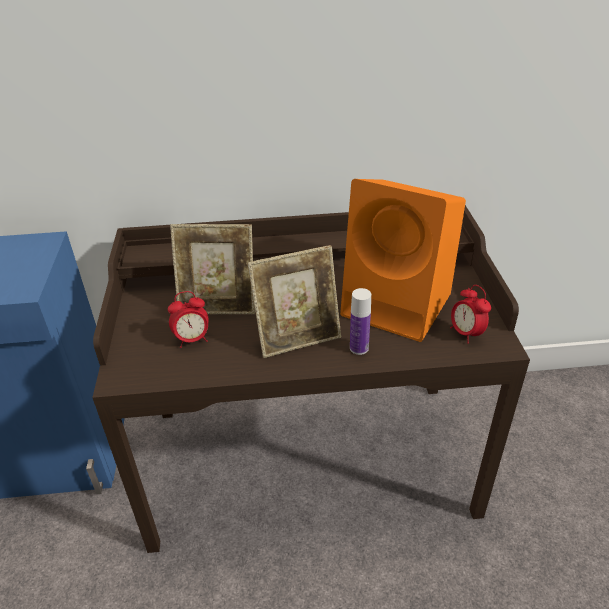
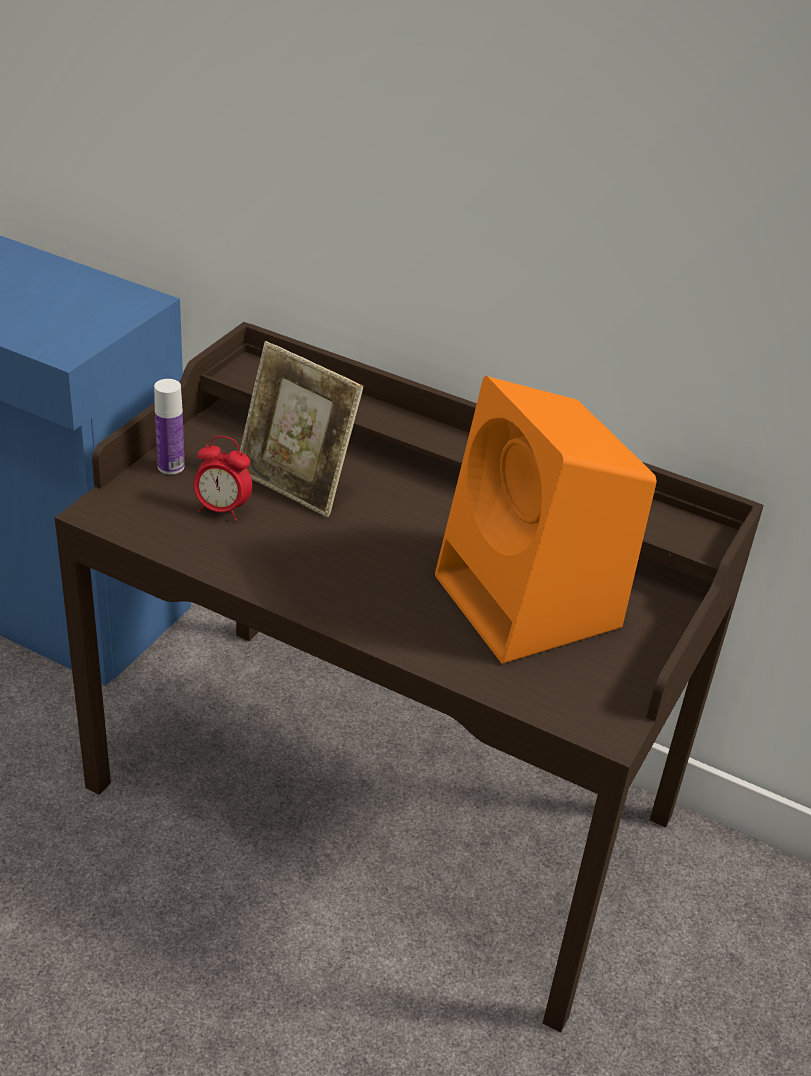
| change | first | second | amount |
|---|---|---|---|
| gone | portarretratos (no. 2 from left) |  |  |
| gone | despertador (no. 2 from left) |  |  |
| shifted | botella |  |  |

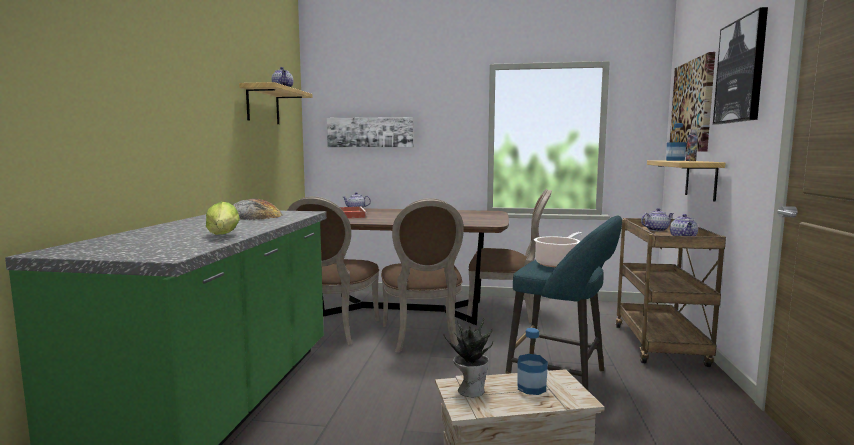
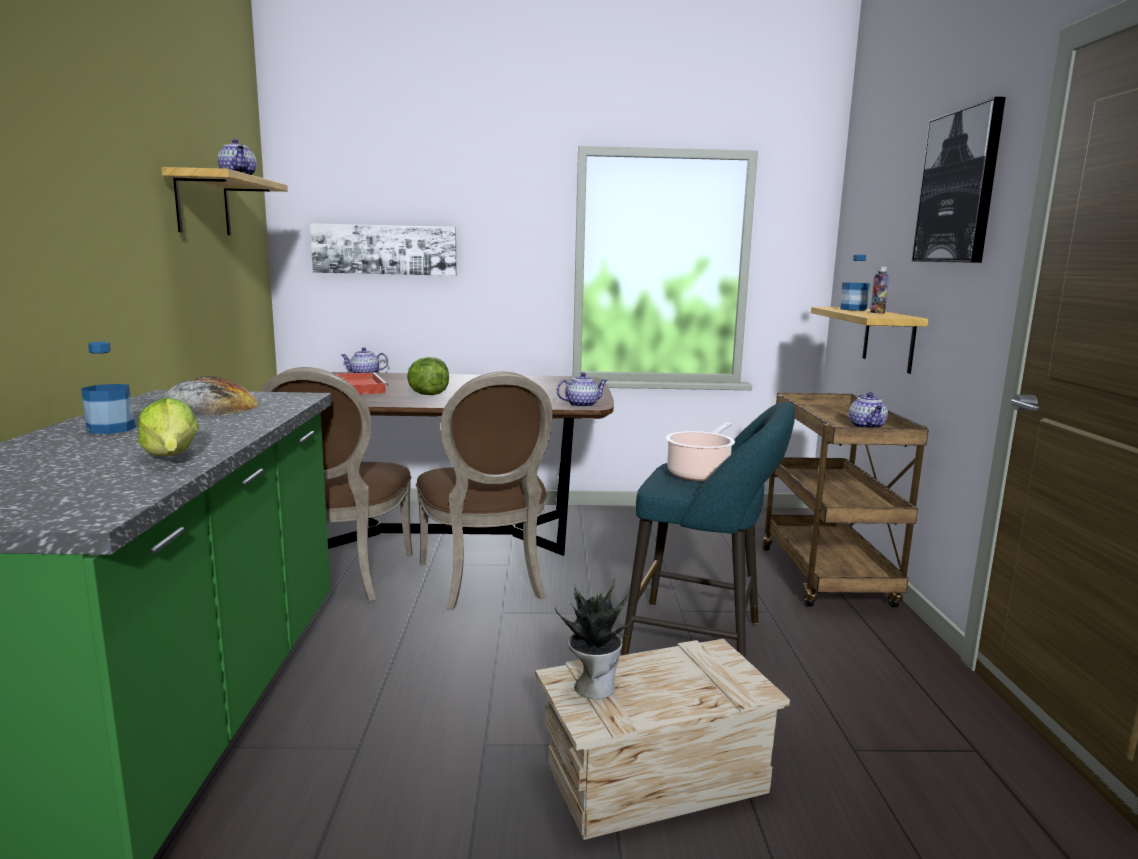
| change | first | second | amount |
|---|---|---|---|
| gone | silla [marrón] (no. 3 from left) |  |  |
| gone | cuadro (no. 2 from left) |  |  |
| new |  | lechuga (no. 2 from left) |  |
| shifted | botella (no. 1 from left) |  |  |
| shifted | tetera (no. 3 from left) |  |  |

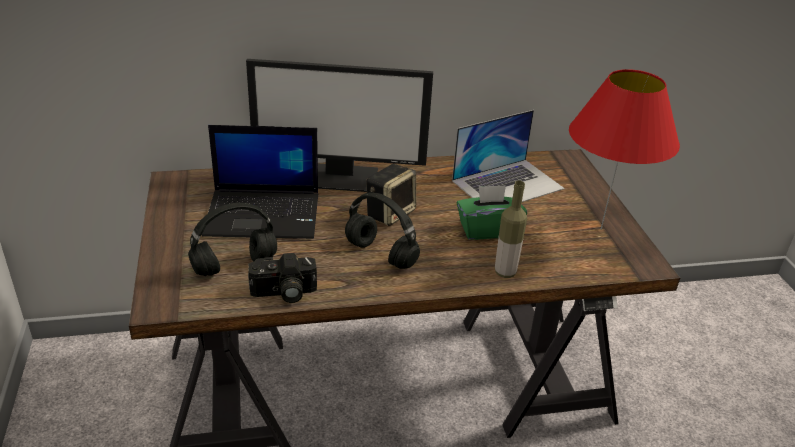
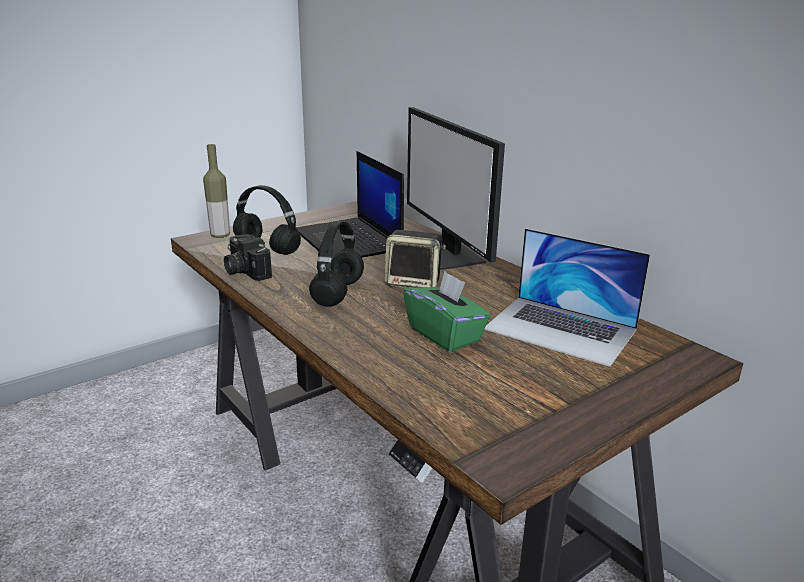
| change | first | second | amount |
|---|---|---|---|
| gone | lámpara de mesa [rojo] |  |  |
| shifted | botella |  |  |

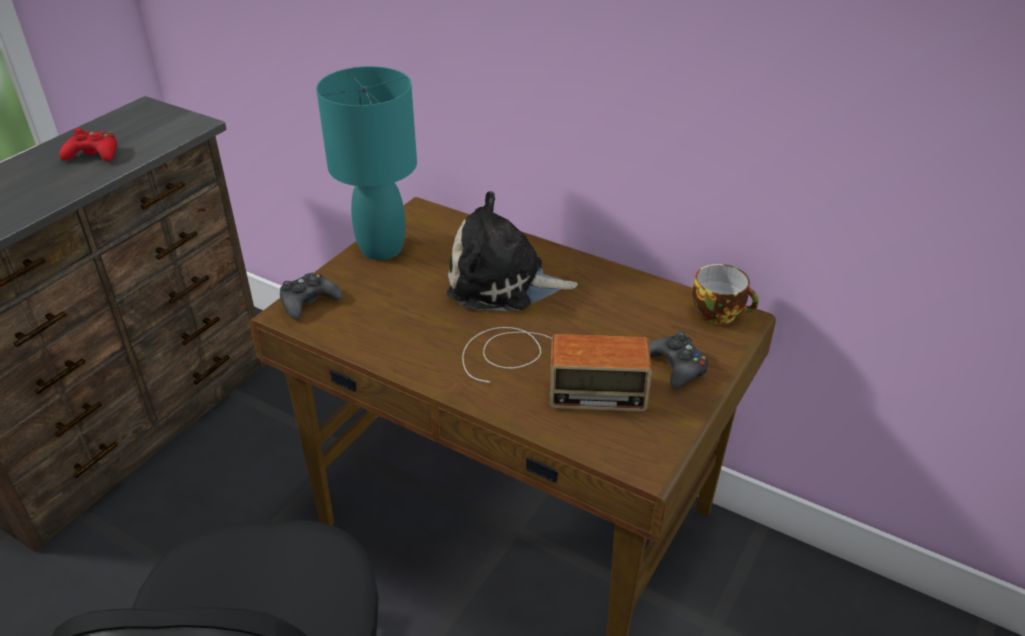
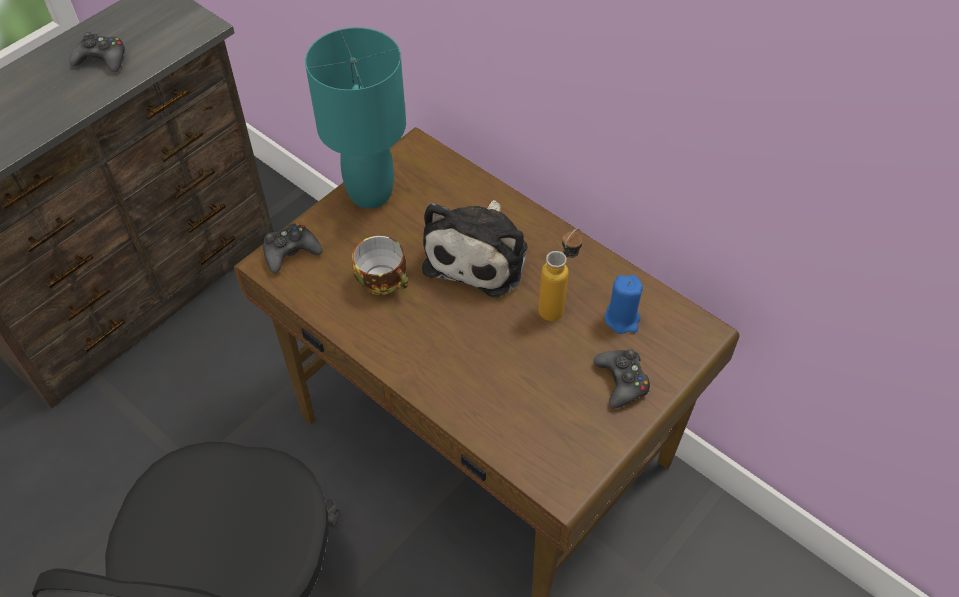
| change | first | second | amount |
|---|---|---|---|
| gone | radio |  |  |
| new |  | botella |  |
| new |  | vela [azul] |  |
| shifted | taza |  |  |
| repainted | mando de consola [rojo] | mando de consola [negro] (no. 1 from left) |  |
| rotated | peluche |  | 90 degrees counterclockwise |

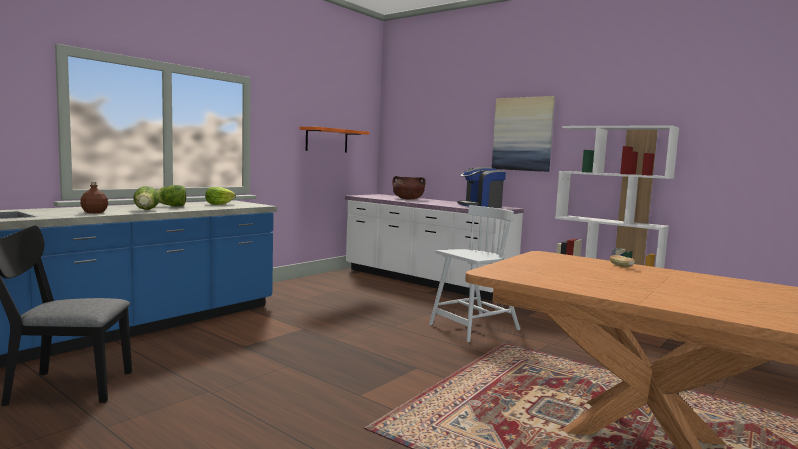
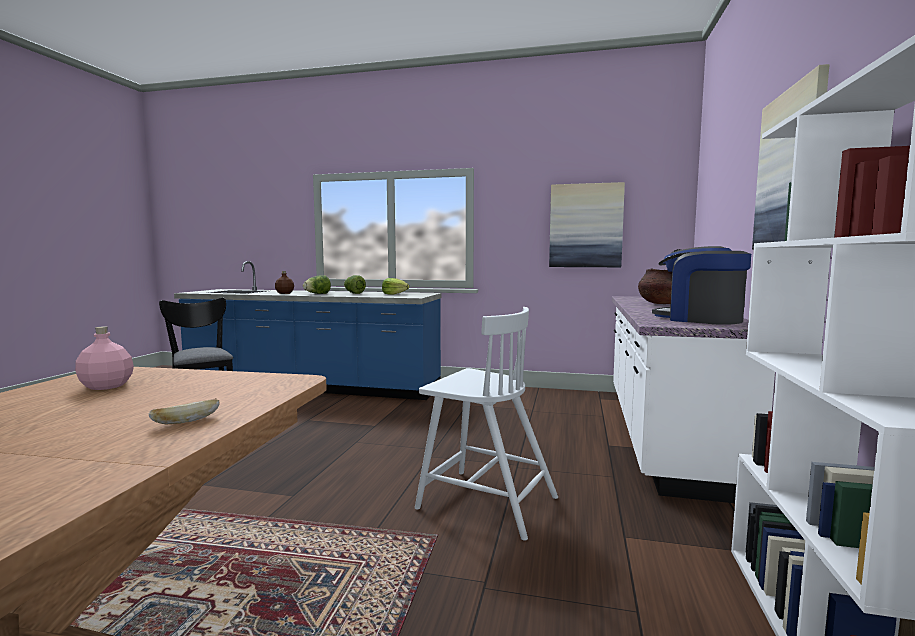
| change | first | second | amount |
|---|---|---|---|
| new |  | botella [rosa] |  |
| swapped | estante [naranja] | cuadro (no. 1 from left) |  |

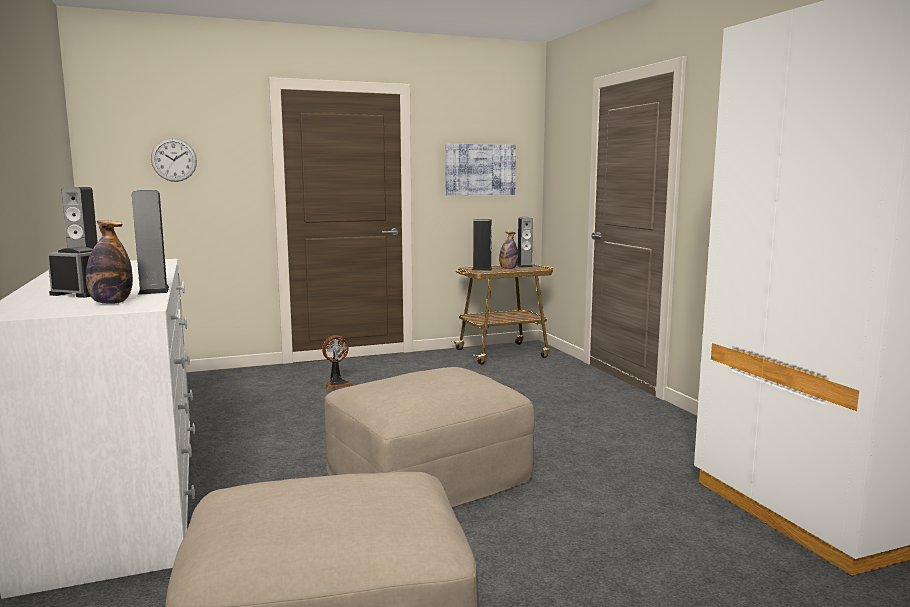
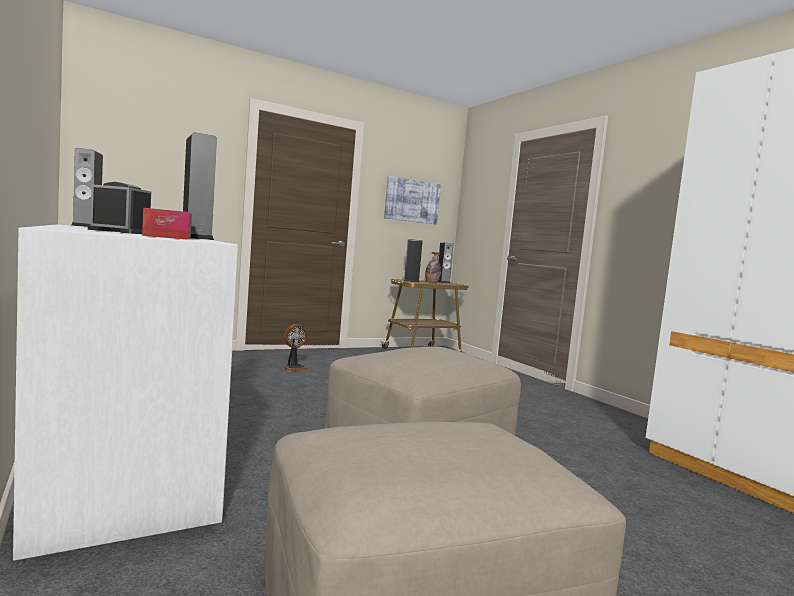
| change | first | second | amount |
|---|---|---|---|
| gone | reloj de pared |  |  |
| swapped | botella (no. 1 from left) | caja de pañuelos |  |

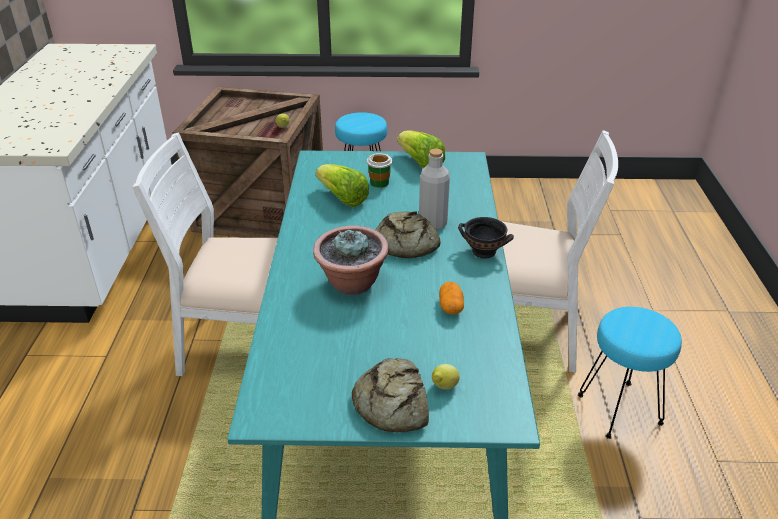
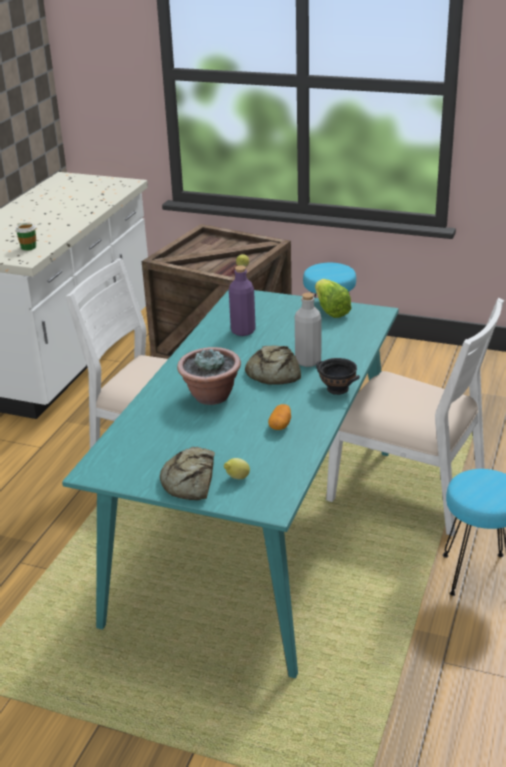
| change | first | second | amount |
|---|---|---|---|
| shifted | taza |  |  |
| swapped | lechuga (no. 1 from left) | botella [morado] |  |

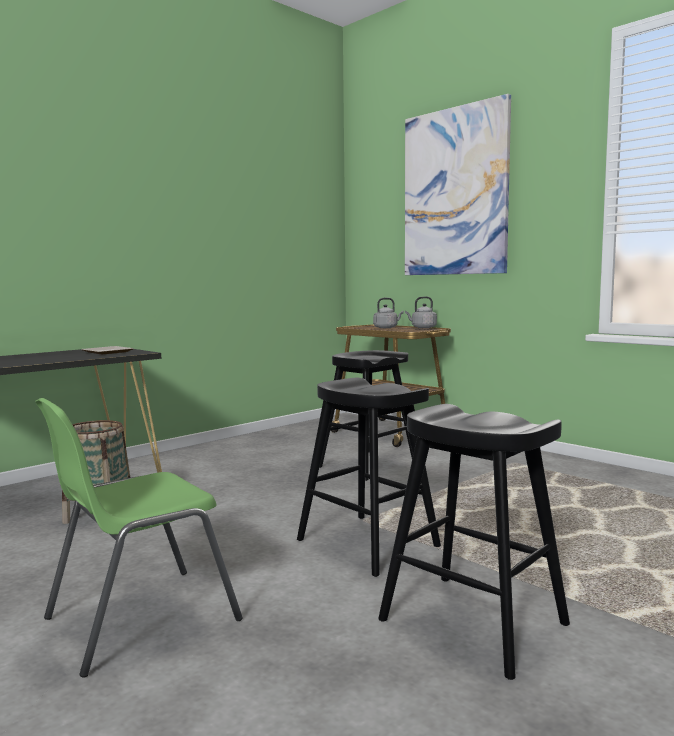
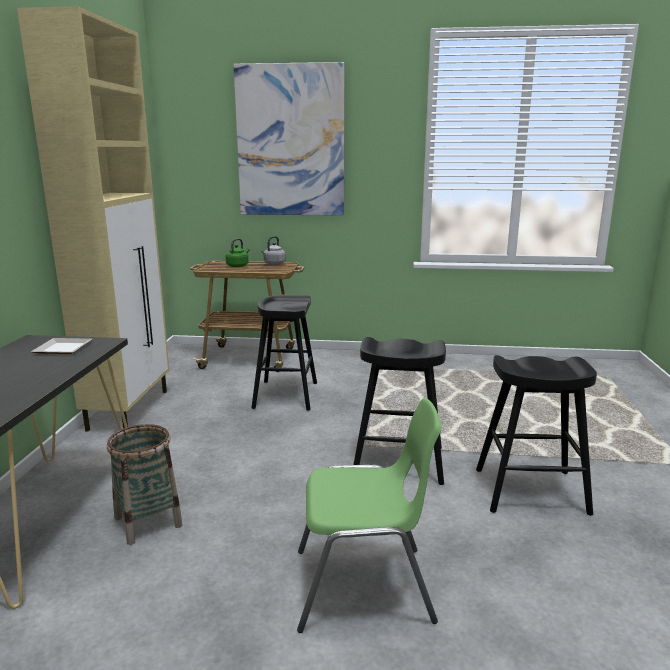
| change | first | second | amount |
|---|---|---|---|
| new |  | armario [beis] |  |
| repainted | hervidor [gris] (no. 1 from left) | hervidor [verde] |  |
| rotated | silla [verde] |  | 105 degrees counterclockwise |

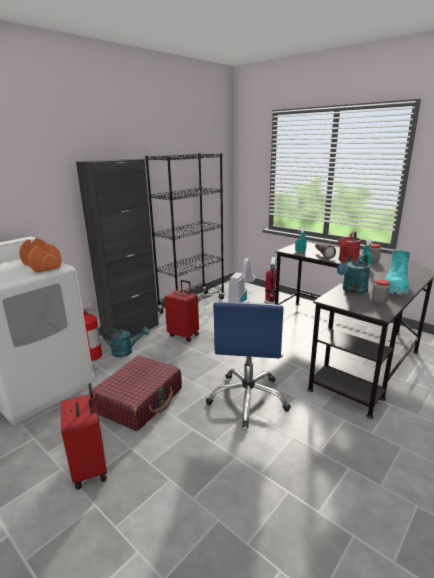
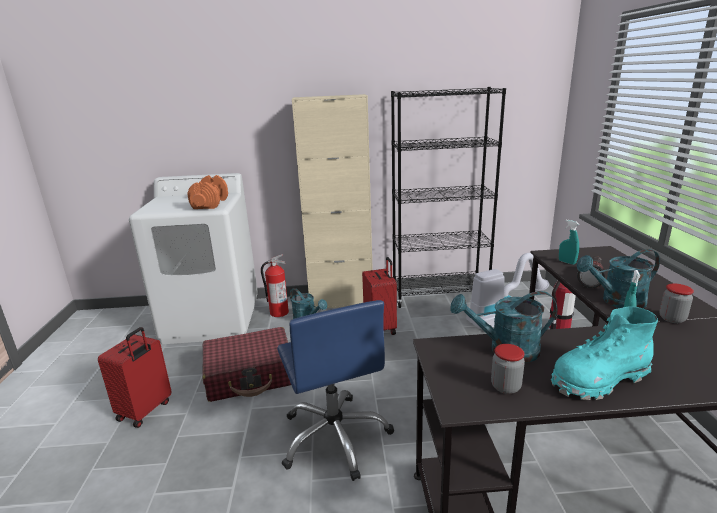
| change | first | second | amount |
|---|---|---|---|
| repainted | armario [negro] | armario [beis] |  |
| repainted | regadera [rojo] | regadera [turquesa] (no. 3 from left) |  |
| rotated | silla de oficina [azul] |  | 75 degrees counterclockwise |

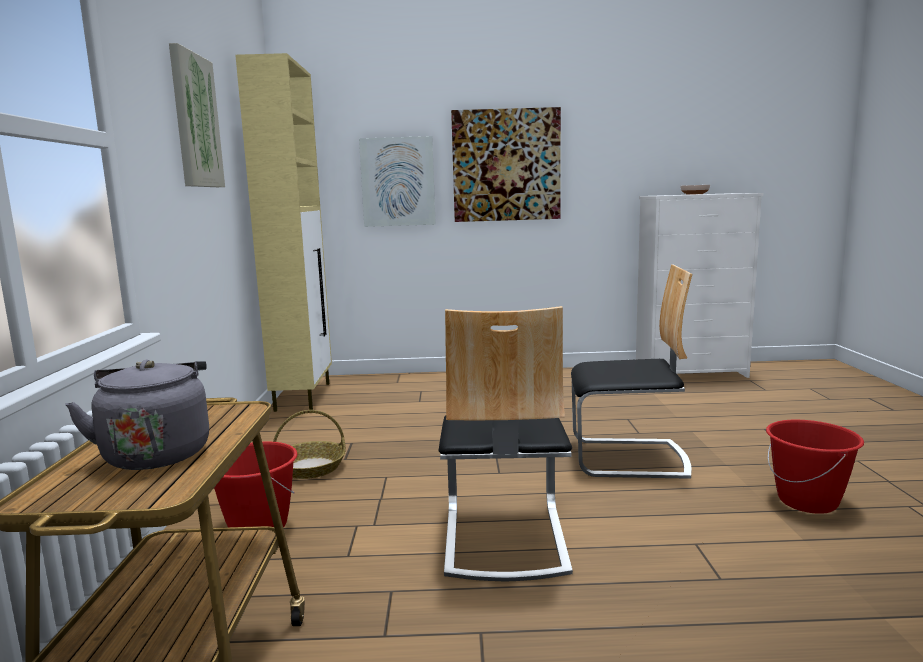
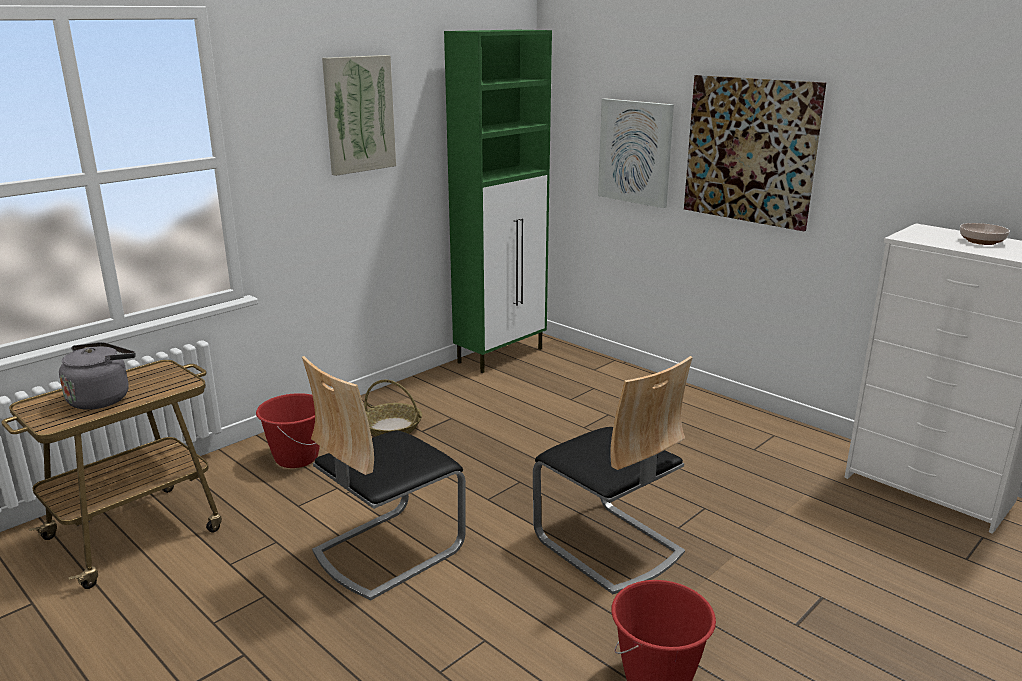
| change | first | second | amount |
|---|---|---|---|
| repainted | armario [beis] | armario [verde] |  |

